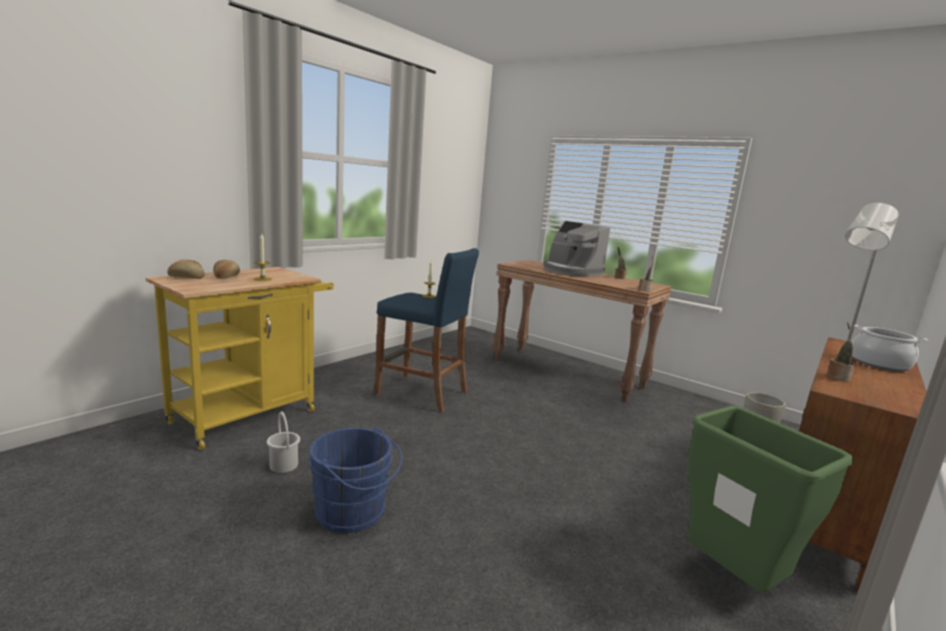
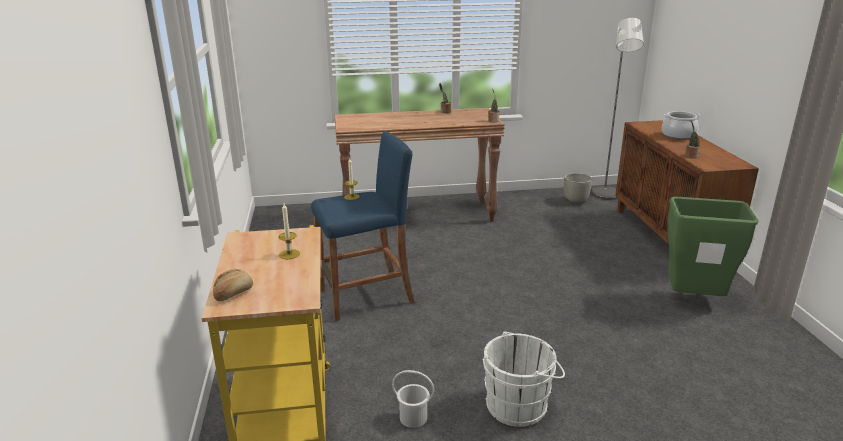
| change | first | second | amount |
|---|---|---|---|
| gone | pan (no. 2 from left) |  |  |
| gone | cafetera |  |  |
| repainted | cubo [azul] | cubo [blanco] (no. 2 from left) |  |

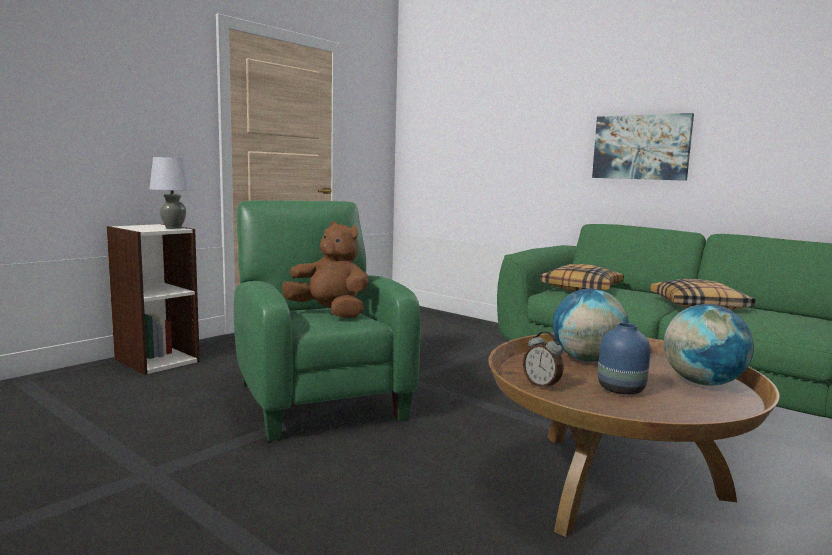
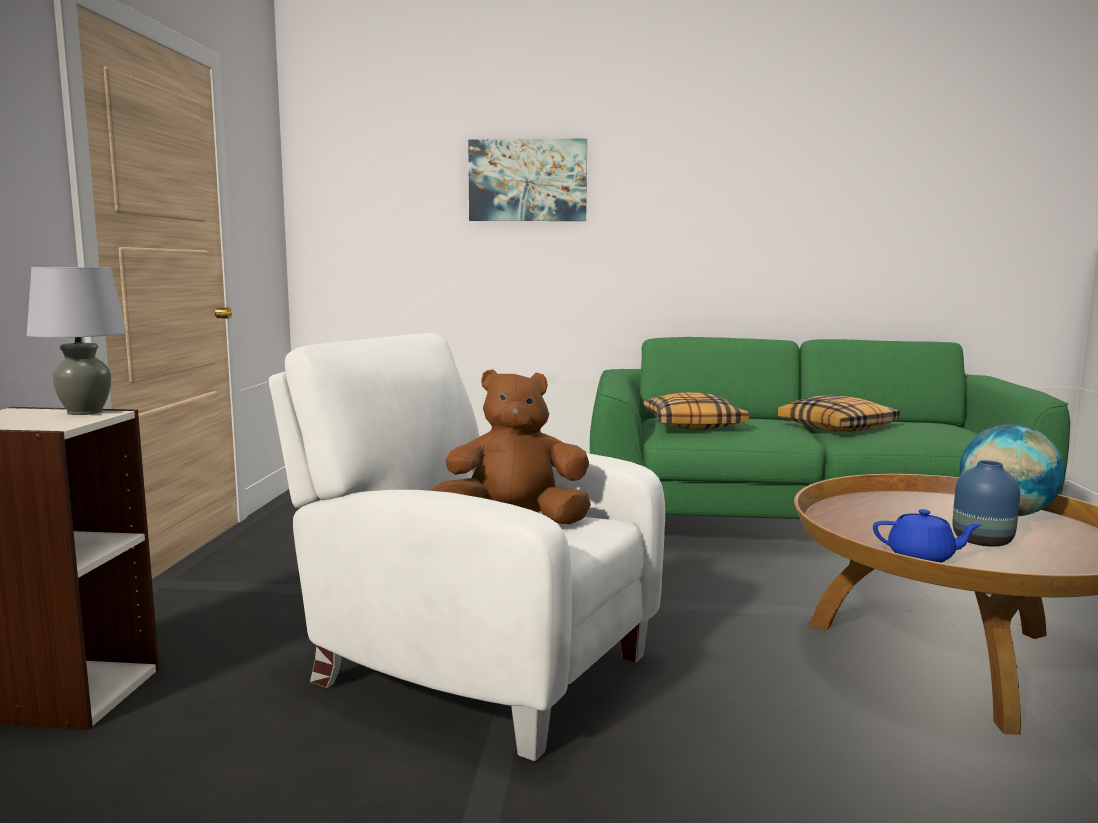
| change | first | second | amount |
|---|---|---|---|
| gone | globo terráqueo (no. 1 from left) |  |  |
| shifted | cuadro |  |  |
| swapped | despertador | tetera [azul] |  |
| repainted | sillón [verde] | sillón [blanco] |  |

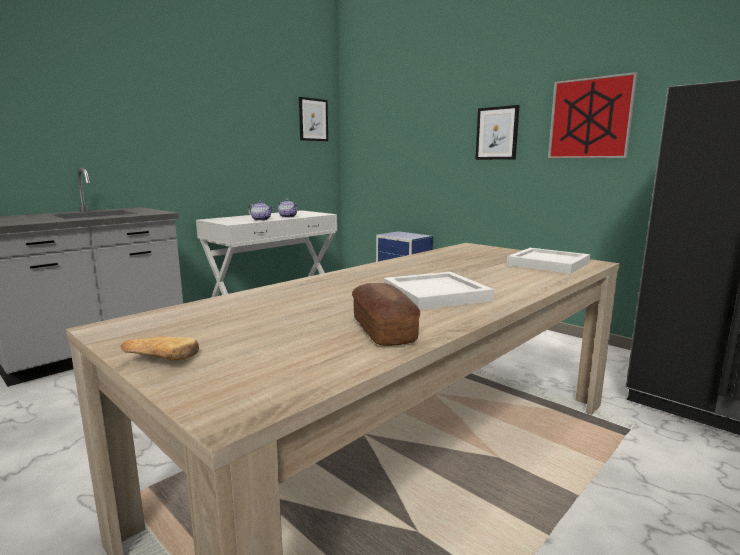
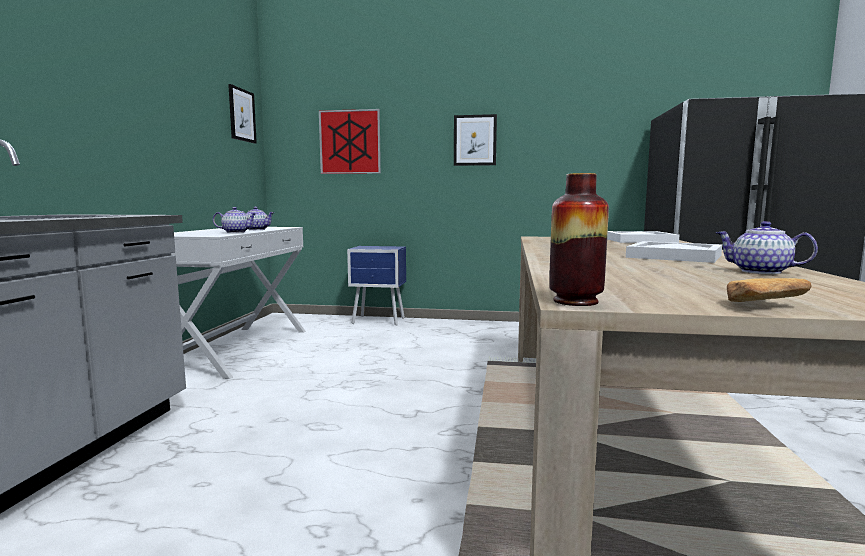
| change | first | second | amount |
|---|---|---|---|
| new |  | florero |  |
| shifted | cuadro (no. 3 from left in the first image) | cuadro (no. 2 from left) |  |
| swapped | pan (no. 2 from left) | tetera (no. 3 from left) |  |

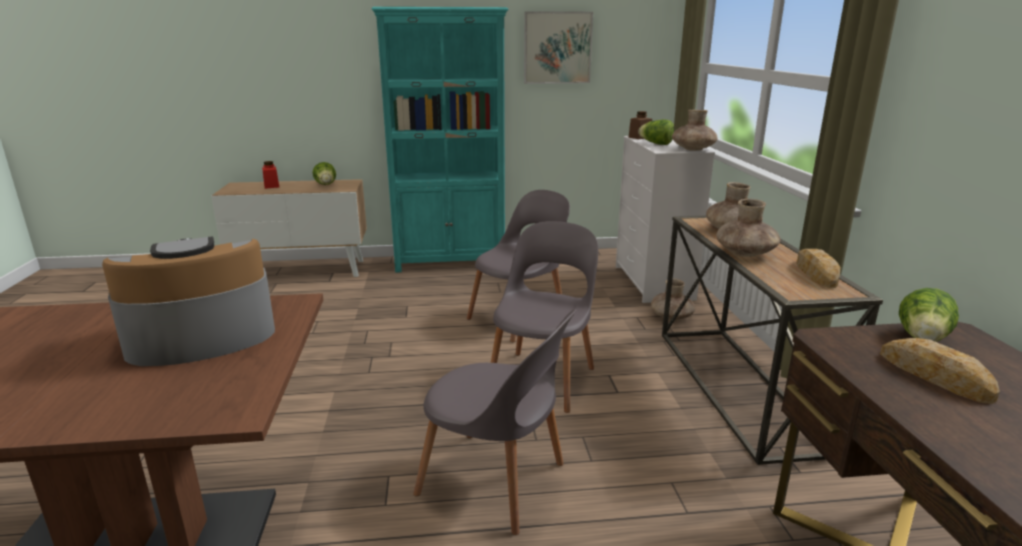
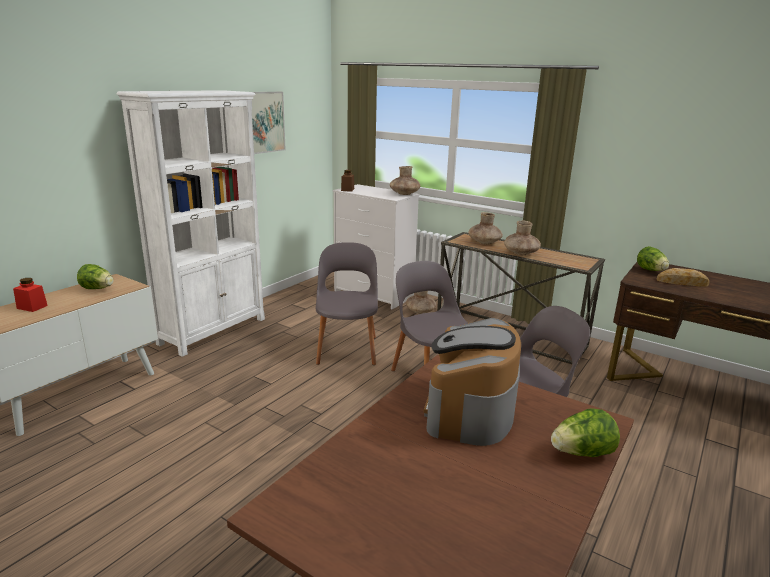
| change | first | second | amount |
|---|---|---|---|
| gone | pan (no. 1 from left) |  |  |
| shifted | lechuga (no. 2 from left) |  |  |
| repainted | estantería [turquesa] | estantería [blanco] |  |

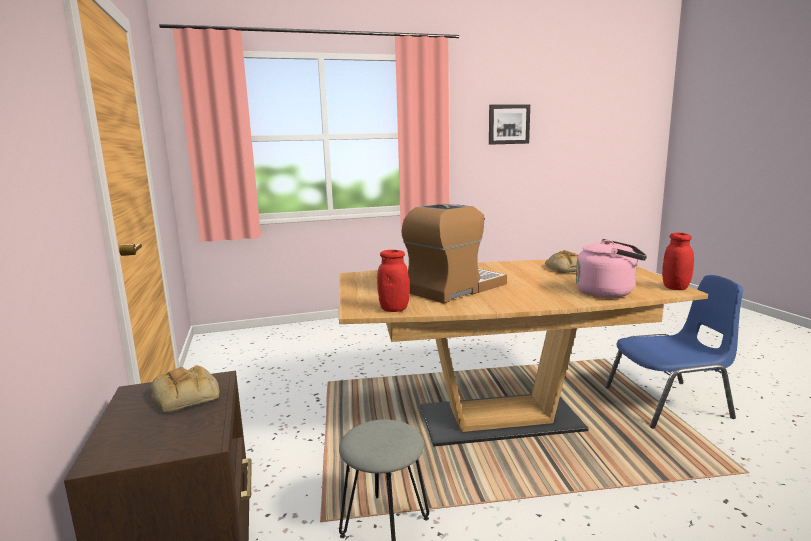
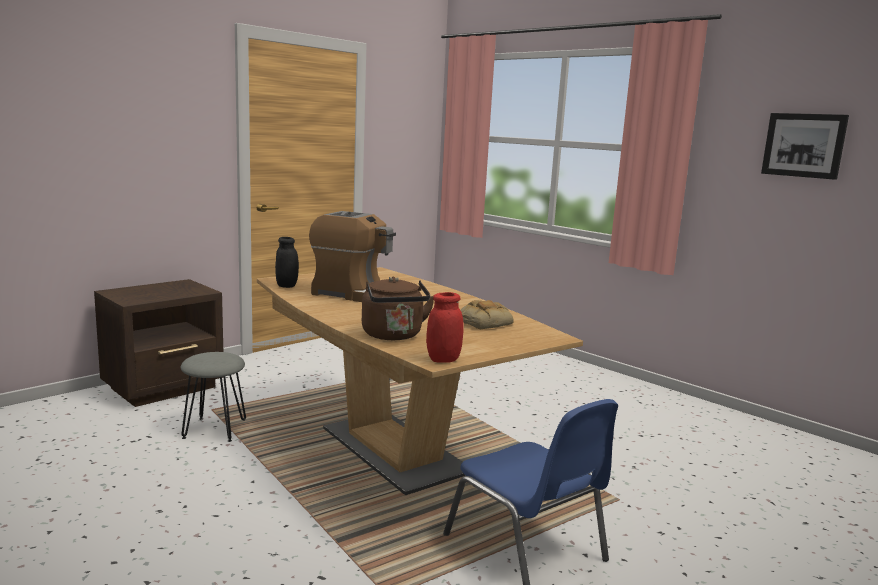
| change | first | second | amount |
|---|---|---|---|
| gone | pan (no. 1 from left) |  |  |
| repainted | tarro [rojo] (no. 1 from left) | tarro [negro] |  |
| repainted | hervidor [rosa] | hervidor [marrón] |  |

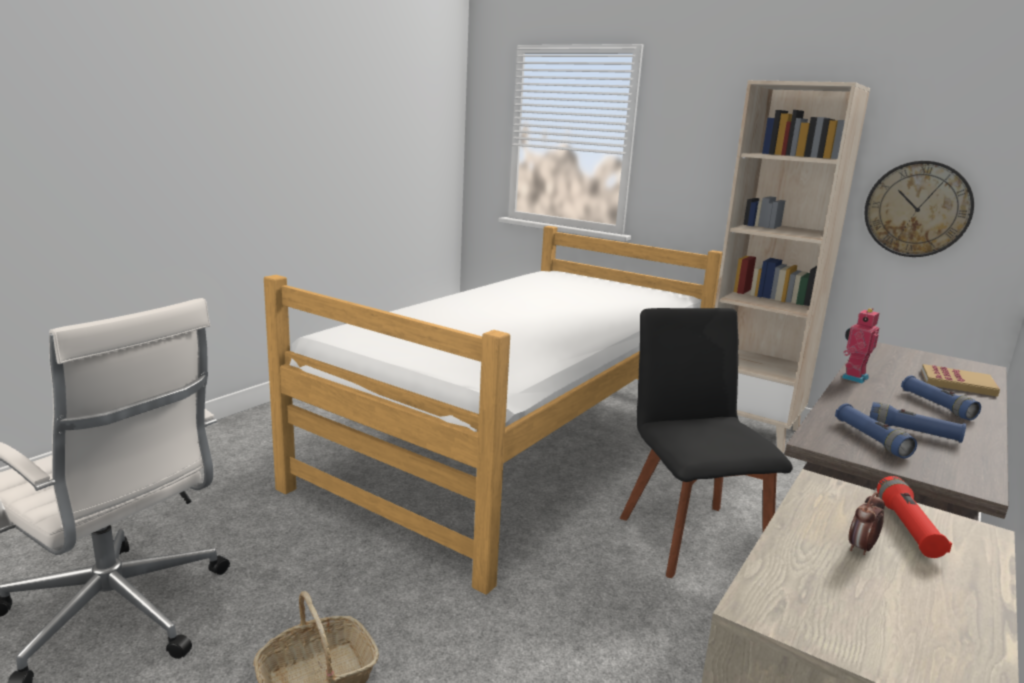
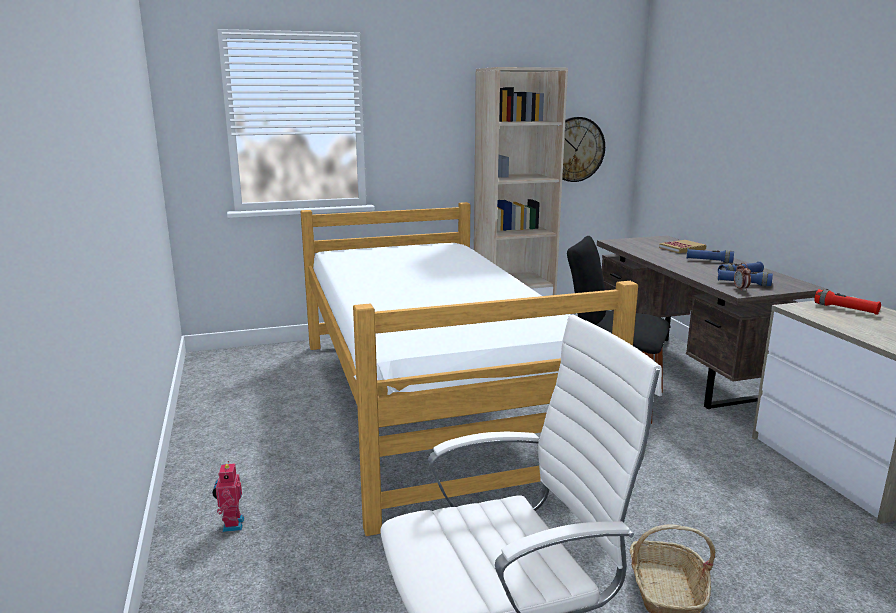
| change | first | second | amount |
|---|---|---|---|
| shifted | robot de juguete |  |  |
| shifted | despertador |  |  |

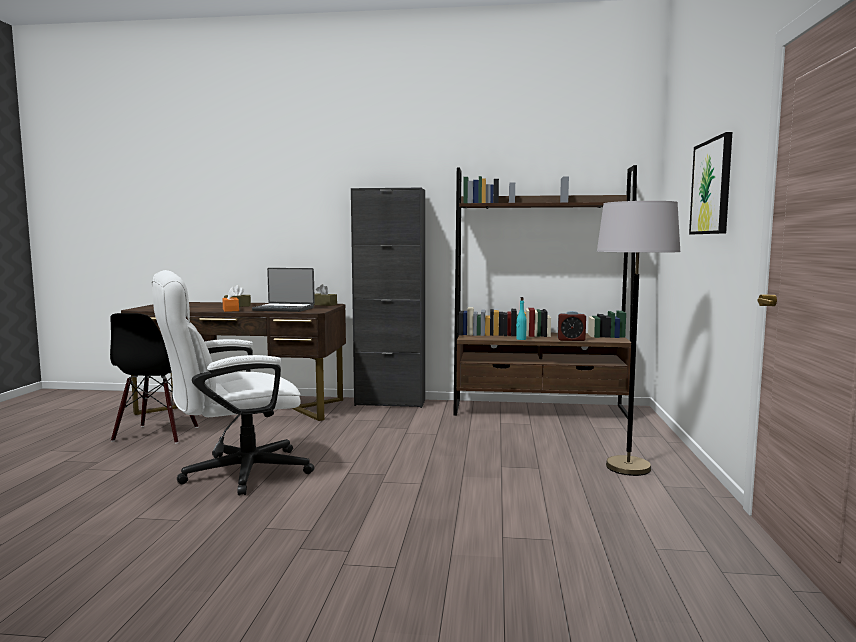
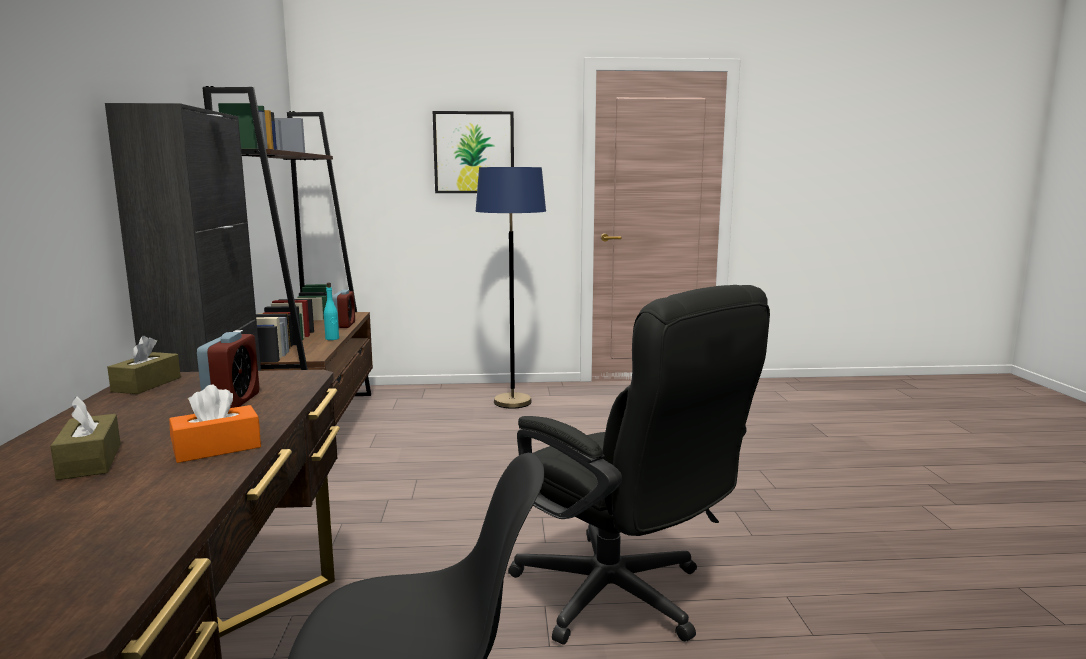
| change | first | second | amount |
|---|---|---|---|
| swapped | portátil | despertador (no. 1 from left) |  |
| repainted | silla de oficina [blanco] | silla de oficina [negro] |  |
| repainted | lámpara de pie [gris] | lámpara de pie [azul] |  |

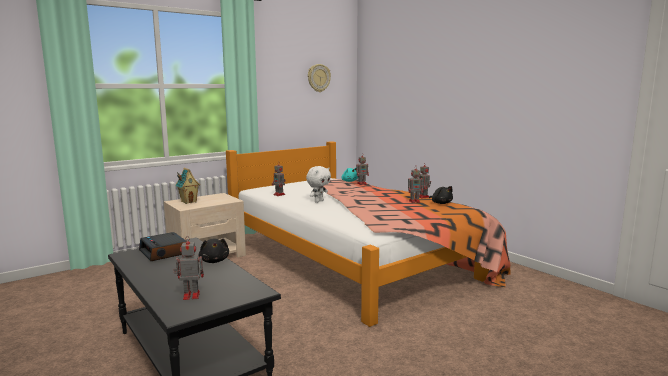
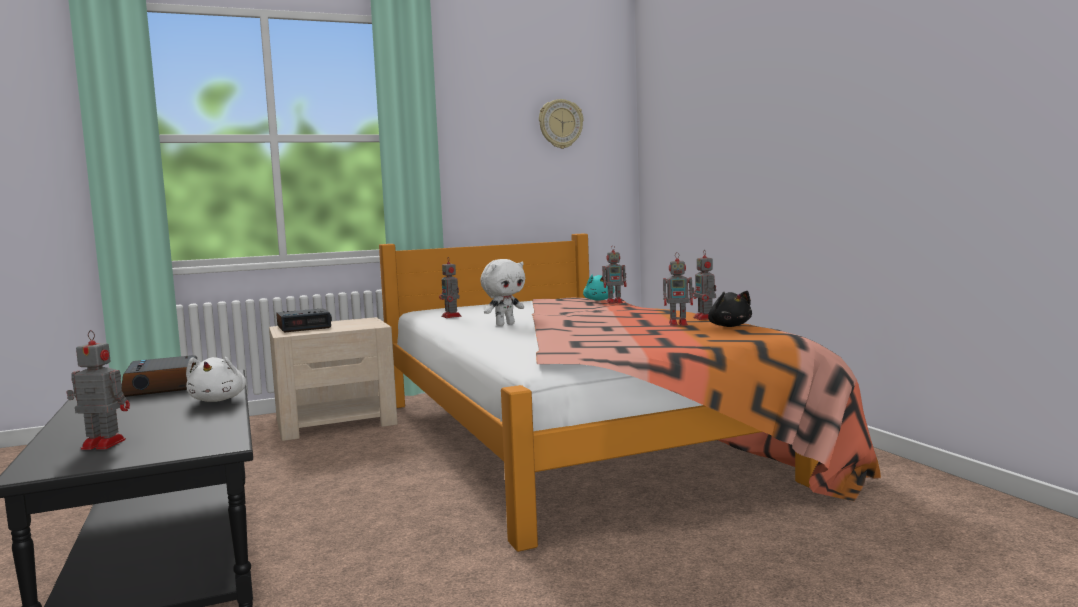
| change | first | second | amount |
|---|---|---|---|
| swapped | casita | despertador (no. 2 from left) |  |
| repainted | peluche [negro] (no. 1 from left) | peluche [blanco] (no. 1 from left) |  |

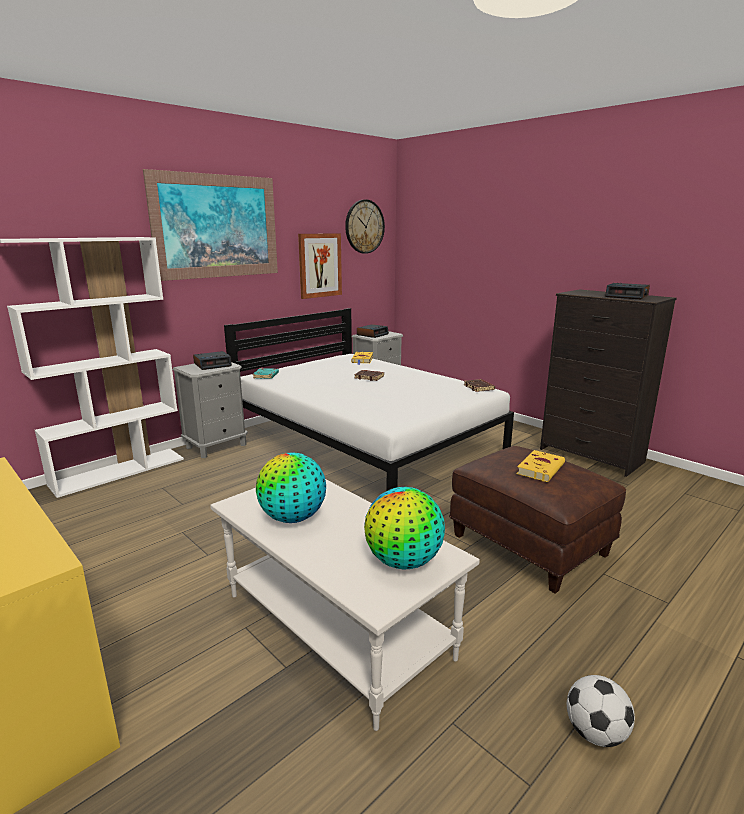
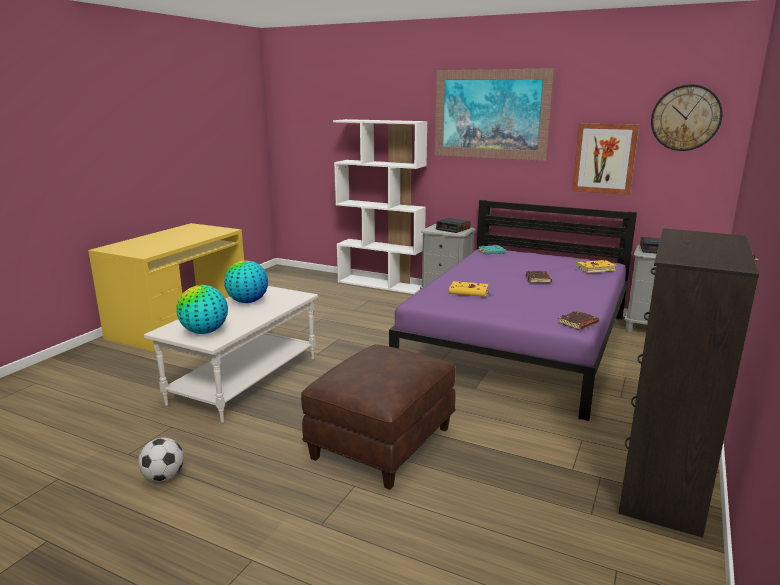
| change | first | second | amount |
|---|---|---|---|
| gone | despertador (no. 3 from left) |  |  |
| shifted | libro [amarillo] (no. 2 from left in the first image) | libro [amarillo] (no. 1 from left) |  |
| repainted | cama [blanco] | cama [morado] |  |

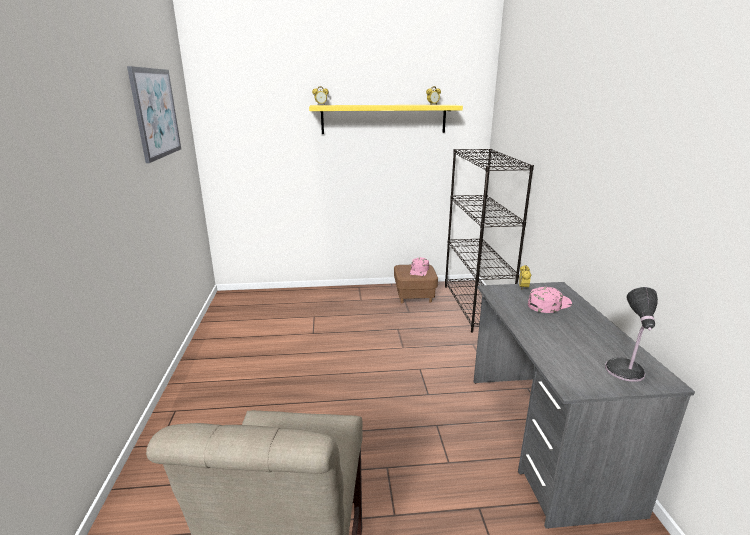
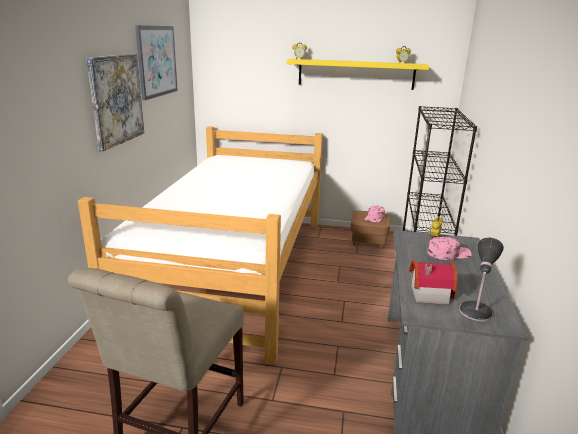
| change | first | second | amount |
|---|---|---|---|
| new |  | cama |  |
| new |  | cuadro (no. 1 from left) |  |
| new |  | casita |  |

